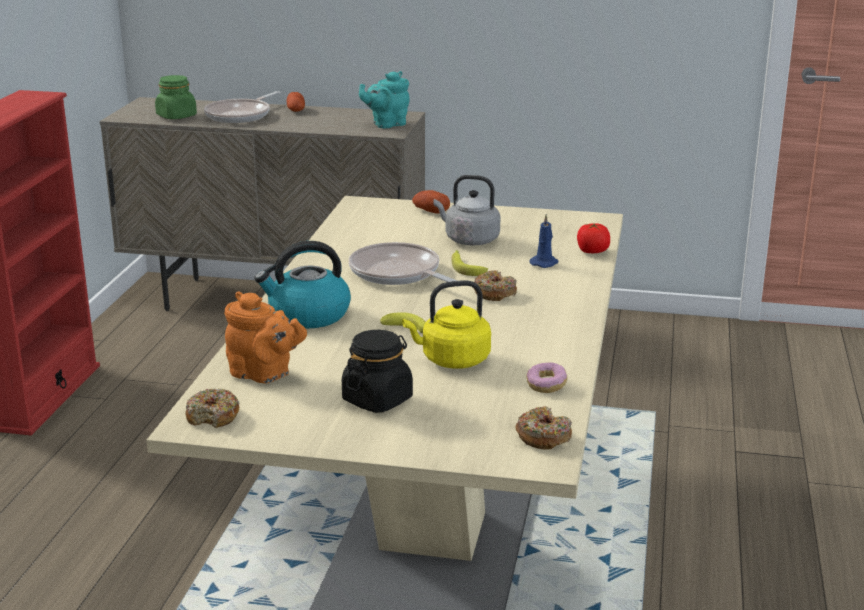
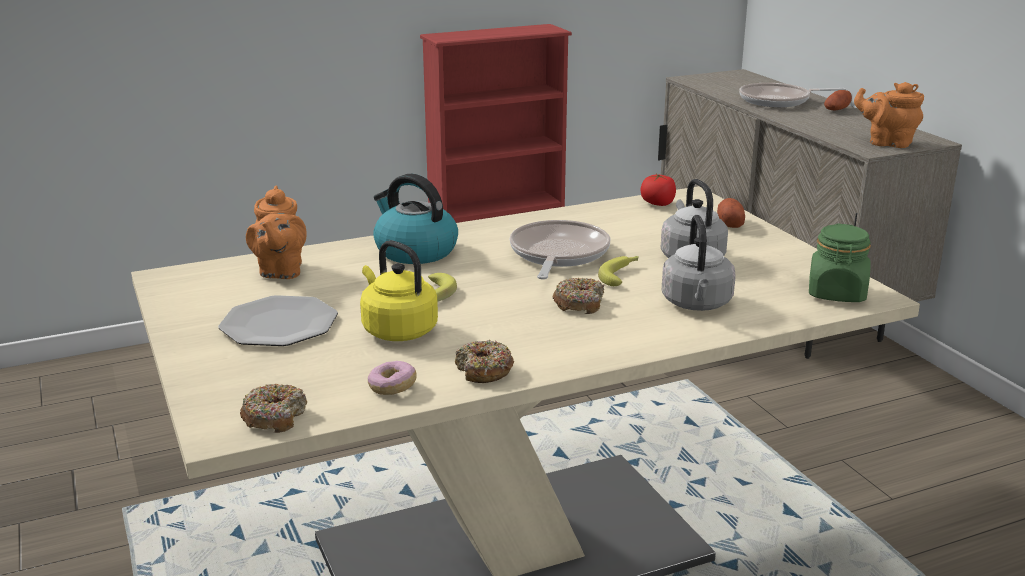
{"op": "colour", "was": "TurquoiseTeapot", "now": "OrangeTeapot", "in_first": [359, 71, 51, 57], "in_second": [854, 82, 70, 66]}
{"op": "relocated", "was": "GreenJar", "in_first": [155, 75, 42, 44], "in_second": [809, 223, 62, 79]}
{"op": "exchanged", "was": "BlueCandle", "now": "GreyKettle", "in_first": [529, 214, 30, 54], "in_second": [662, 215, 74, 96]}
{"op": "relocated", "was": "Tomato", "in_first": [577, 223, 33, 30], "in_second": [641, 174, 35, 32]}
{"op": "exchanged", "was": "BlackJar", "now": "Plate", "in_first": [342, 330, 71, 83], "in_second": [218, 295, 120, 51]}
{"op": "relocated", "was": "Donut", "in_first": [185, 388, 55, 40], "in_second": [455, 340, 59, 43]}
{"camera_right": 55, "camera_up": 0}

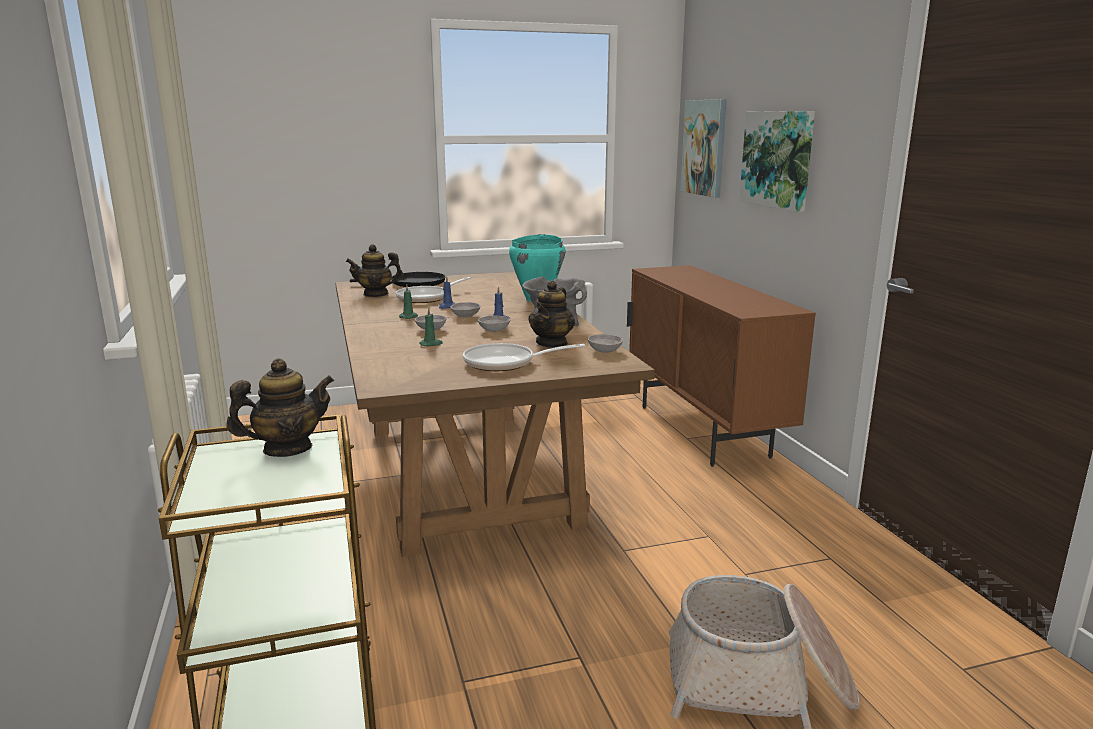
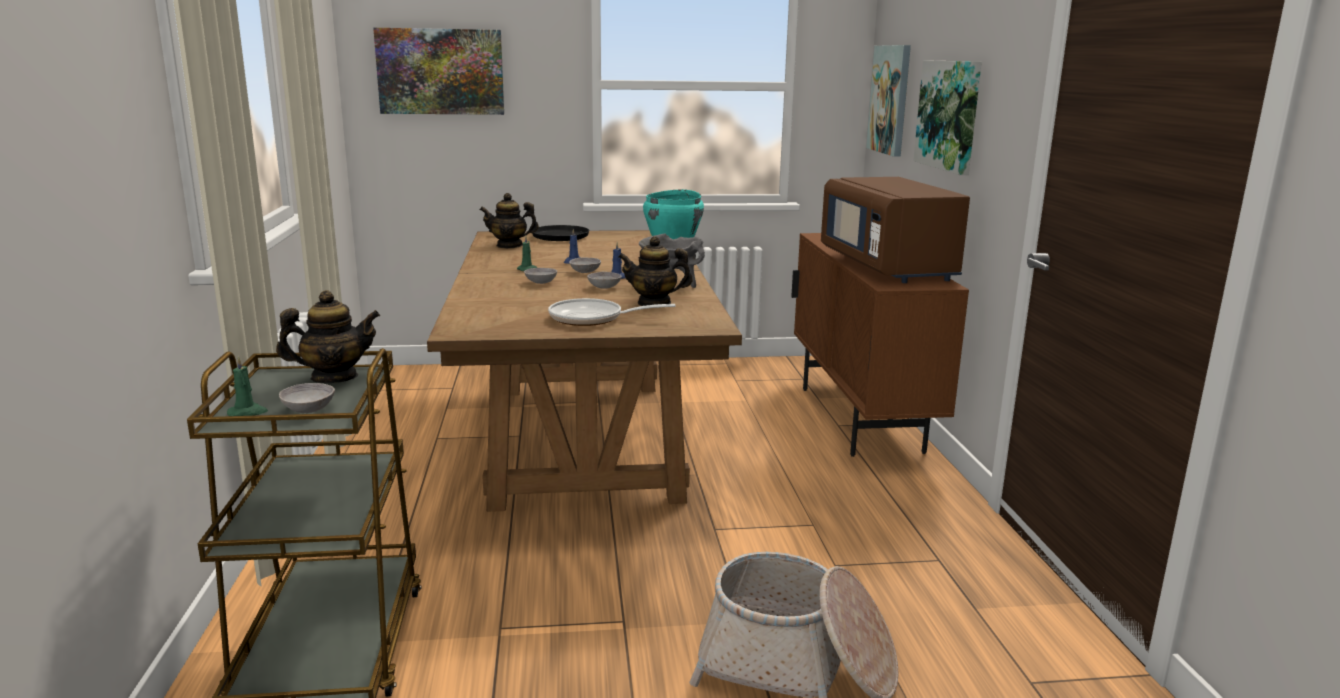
{"op": "missing", "was": "FryingPan", "in_first": [396, 277, 75, 26]}
{"op": "spun", "was": "Teapot", "in_first": [528, 280, 47, 68], "in_second": [618, 236, 75, 70], "clockwise": 60}
{"op": "relocated", "was": "GreenCandle", "in_first": [420, 307, 23, 39], "in_second": [227, 356, 41, 60]}
{"op": "relocated", "was": "GreyBowl", "in_first": [588, 334, 35, 19], "in_second": [279, 383, 56, 30]}
{"op": "appeared", "now": "Picture", "in_second": [373, 28, 131, 87]}
{"op": "appeared", "now": "BrownMicrowave", "in_second": [821, 177, 149, 106]}
{"camera_right": 10, "camera_up": 0}

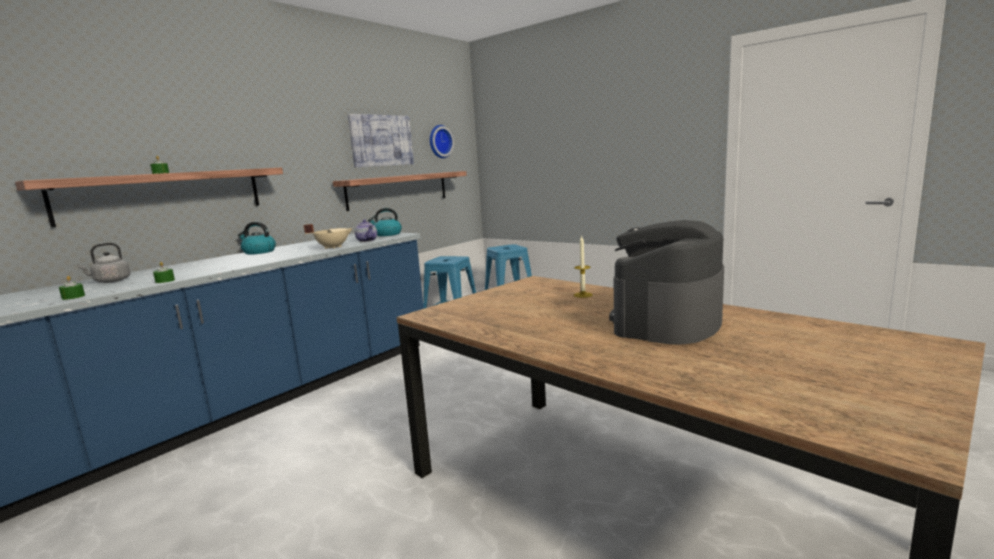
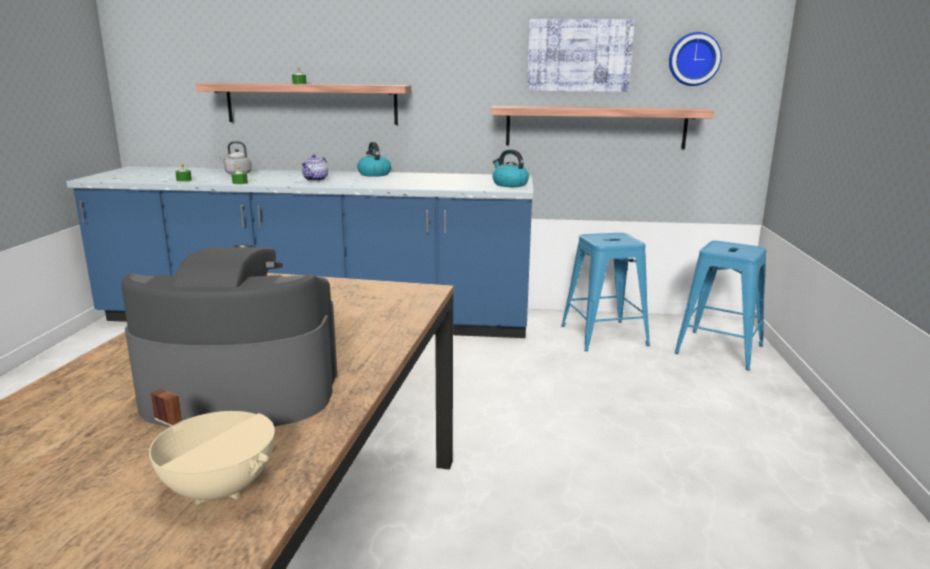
{"op": "relocated", "was": "Teapot", "in_first": [355, 220, 22, 22], "in_second": [301, 154, 27, 27]}
{"op": "relocated", "was": "BeigeCookingPot", "in_first": [304, 224, 49, 25], "in_second": [149, 389, 126, 116]}
{"op": "missing", "was": "Candle", "in_first": [574, 236, 19, 62]}
{"camera_right": 55, "camera_up": 5}

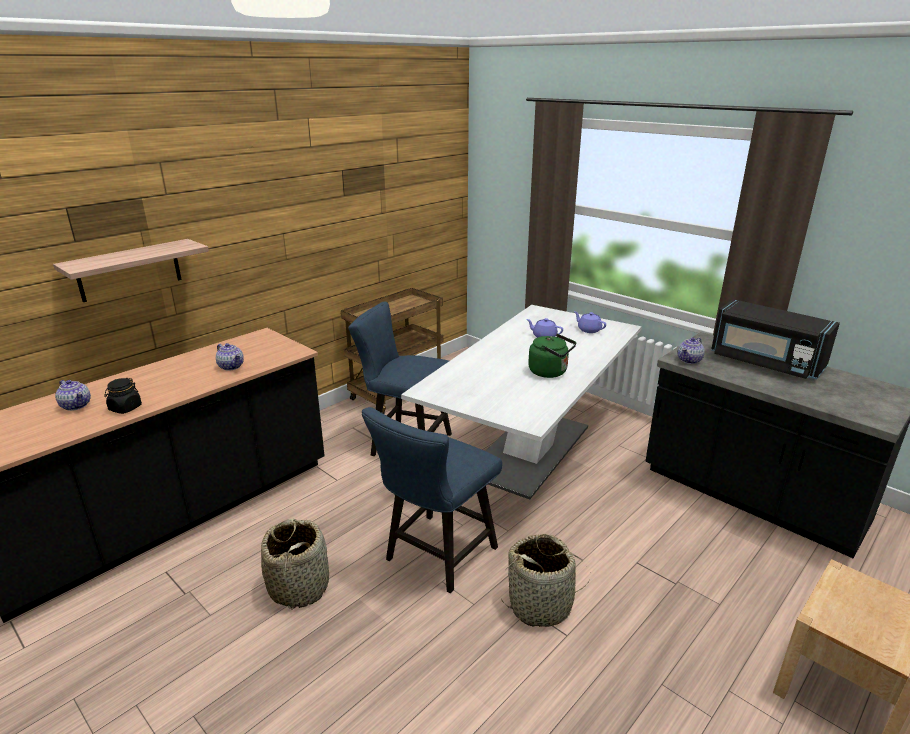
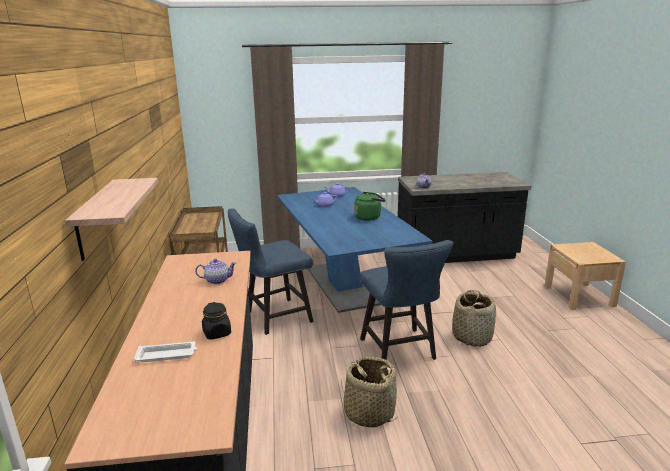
{"op": "missing", "was": "BlackMicrowave", "in_first": [711, 299, 129, 80]}
{"op": "colour", "was": "WhiteDiningTable", "now": "BlueDiningTable", "in_first": [401, 305, 241, 195], "in_second": [277, 187, 155, 126]}
{"op": "exchanged", "was": "Teapot", "now": "WhiteTray", "in_first": [55, 380, 36, 31], "in_second": [134, 341, 63, 21]}
{"camera_right": -50, "camera_up": -5}

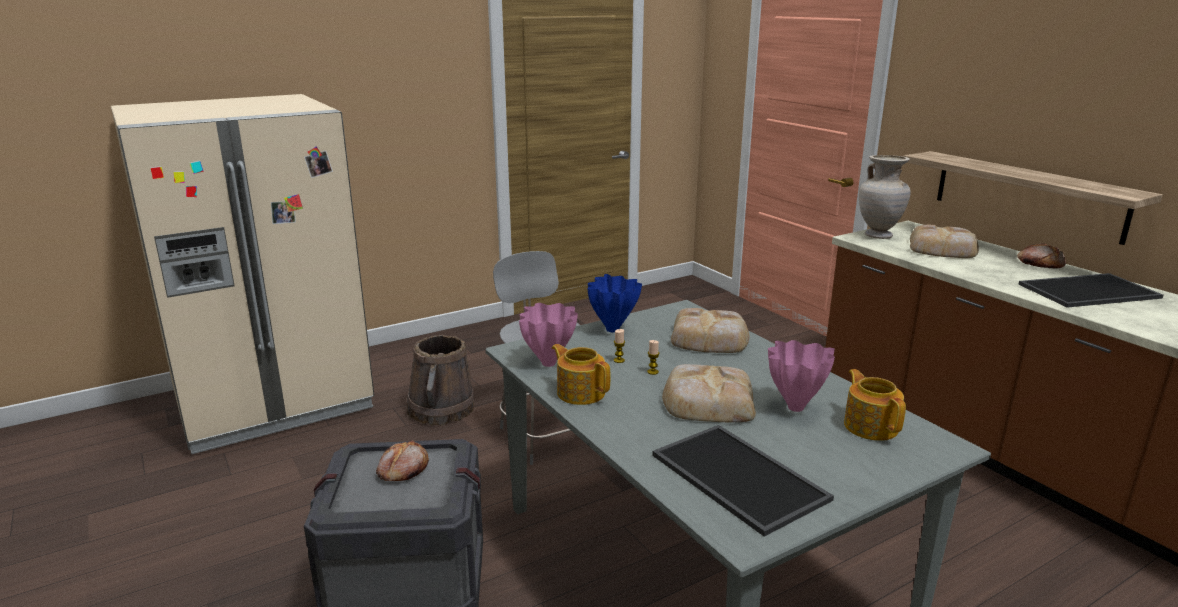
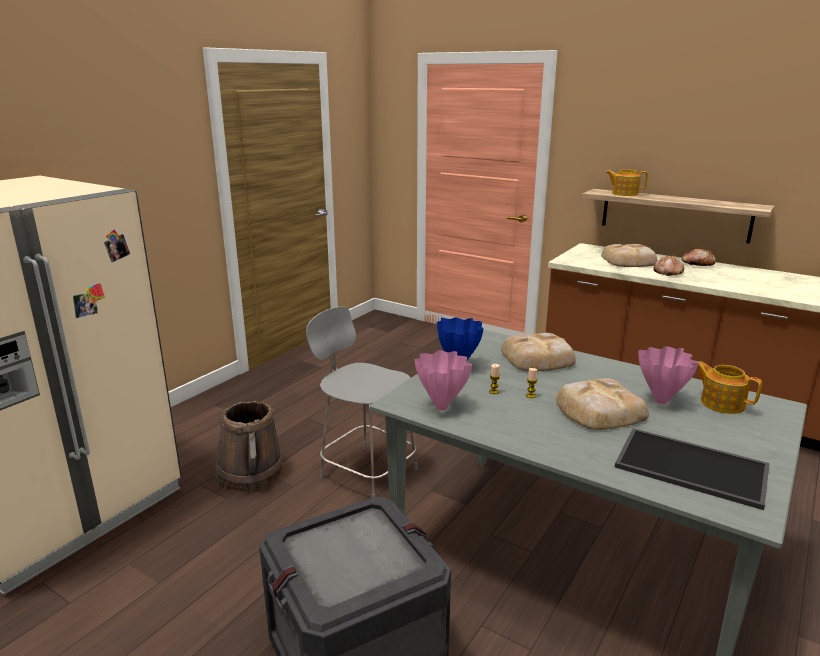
{"op": "missing", "was": "BeigeVase", "in_first": [859, 155, 52, 84]}
{"op": "missing", "was": "Tray", "in_first": [1018, 273, 145, 35]}
{"op": "relocated", "was": "Teapot", "in_first": [552, 344, 58, 61], "in_second": [606, 169, 42, 27]}
{"op": "relocated", "was": "Bread", "in_first": [376, 440, 53, 41], "in_second": [653, 255, 31, 21]}
{"camera_right": -25, "camera_up": 0}

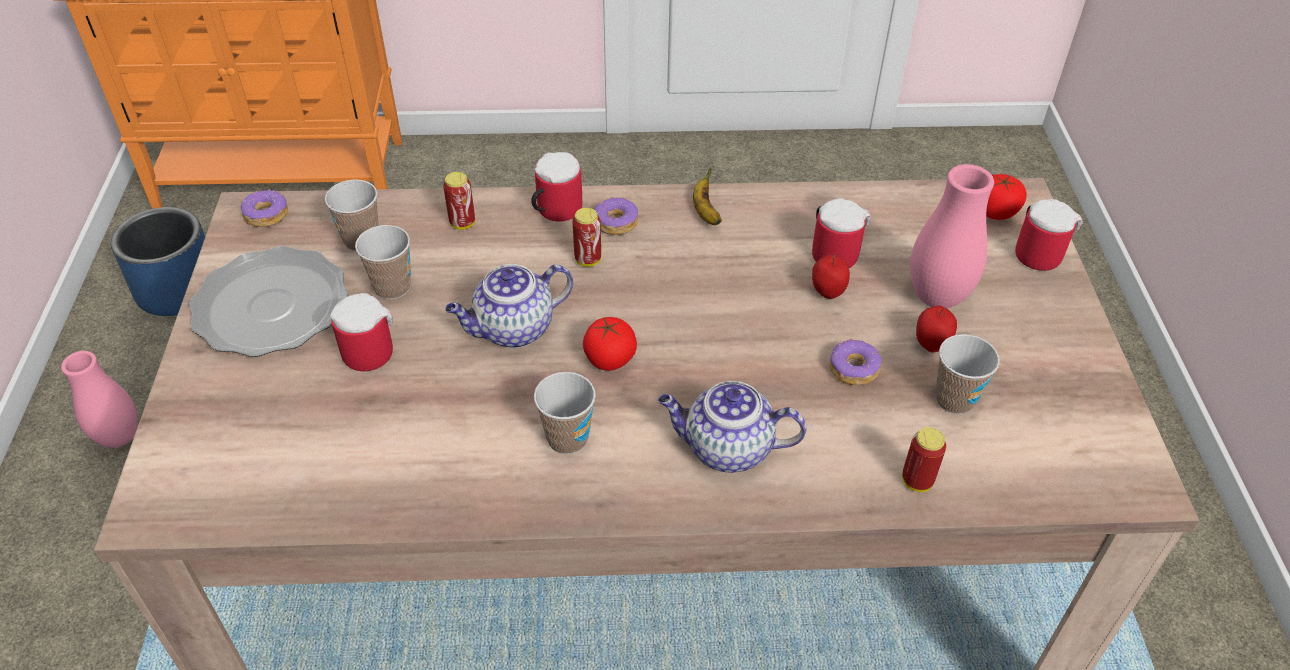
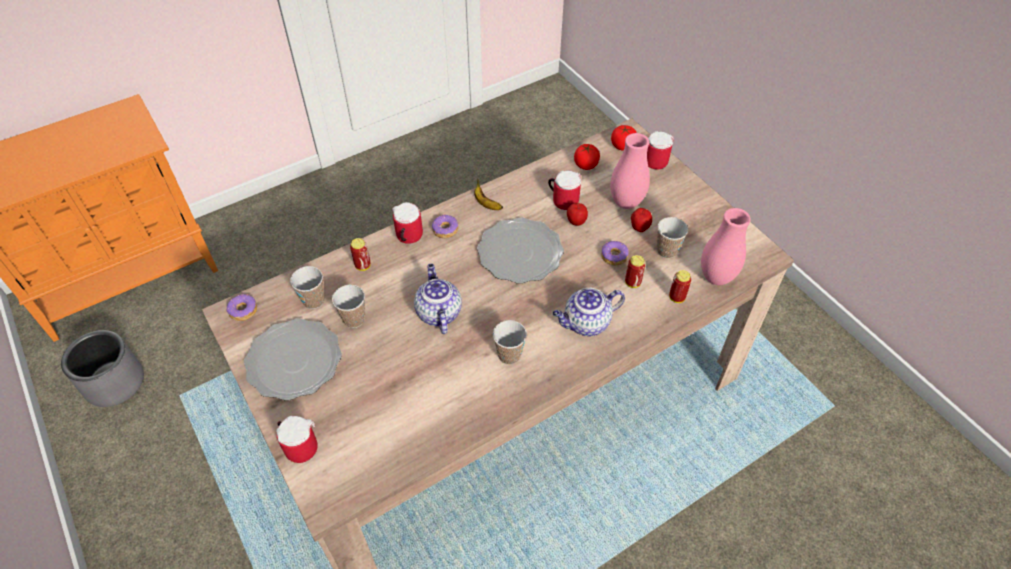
{"op": "colour", "was": "BluePlanter", "now": "GreyPlanter", "in_first": [111, 207, 94, 109], "in_second": [61, 330, 83, 77]}
{"op": "relocated", "was": "Can", "in_first": [572, 208, 29, 59], "in_second": [625, 255, 21, 33]}
{"op": "spun", "was": "Teapot", "in_first": [445, 264, 128, 84], "in_second": [414, 264, 48, 70], "clockwise": 135}
{"op": "relocated", "was": "Mug", "in_first": [330, 293, 63, 78], "in_second": [276, 416, 42, 47]}
{"op": "relocated", "was": "Tomato", "in_first": [583, 317, 54, 54], "in_second": [574, 144, 26, 26]}
{"op": "relocated", "was": "PinkVase", "in_first": [61, 351, 77, 97], "in_second": [701, 208, 50, 77]}
{"op": "appeared", "now": "Plate", "in_second": [477, 218, 87, 66]}
{"camera_right": -30, "camera_up": 5}

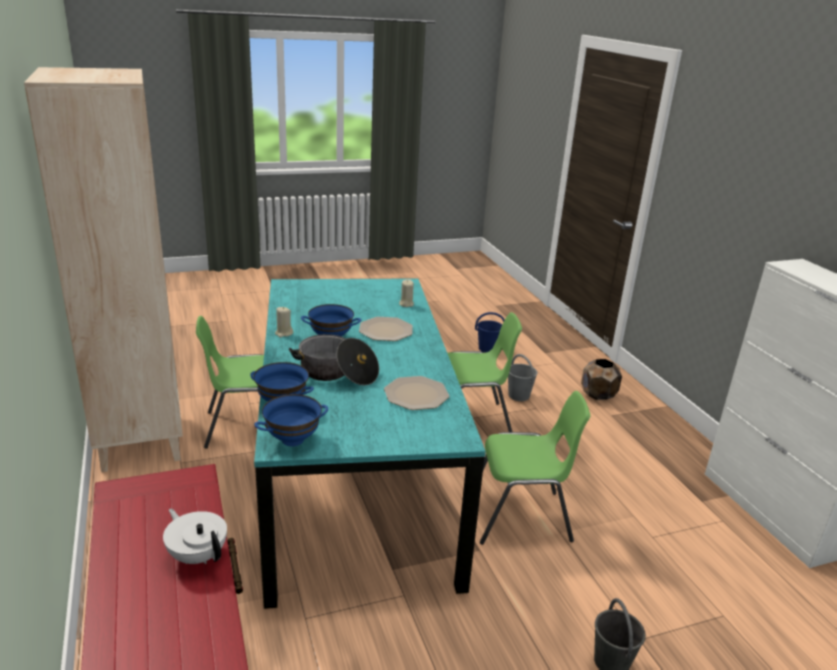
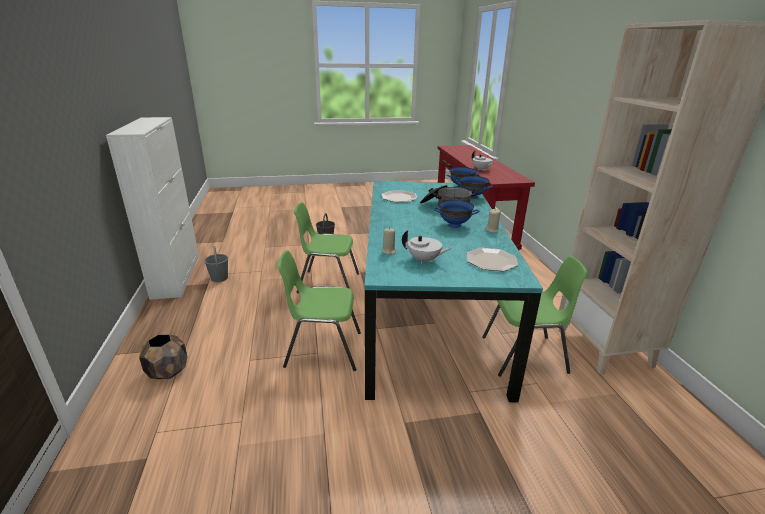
{"op": "missing", "was": "BlueBucket", "in_first": [475, 312, 30, 41]}
{"op": "relocated", "was": "Plate", "in_first": [359, 317, 54, 24], "in_second": [467, 248, 51, 23]}
{"op": "relocated", "was": "GreyBucket", "in_first": [508, 354, 29, 47], "in_second": [204, 246, 24, 36]}
{"op": "appeared", "now": "WhiteTeapot", "in_second": [402, 230, 50, 34]}
{"camera_right": -170, "camera_up": 0}

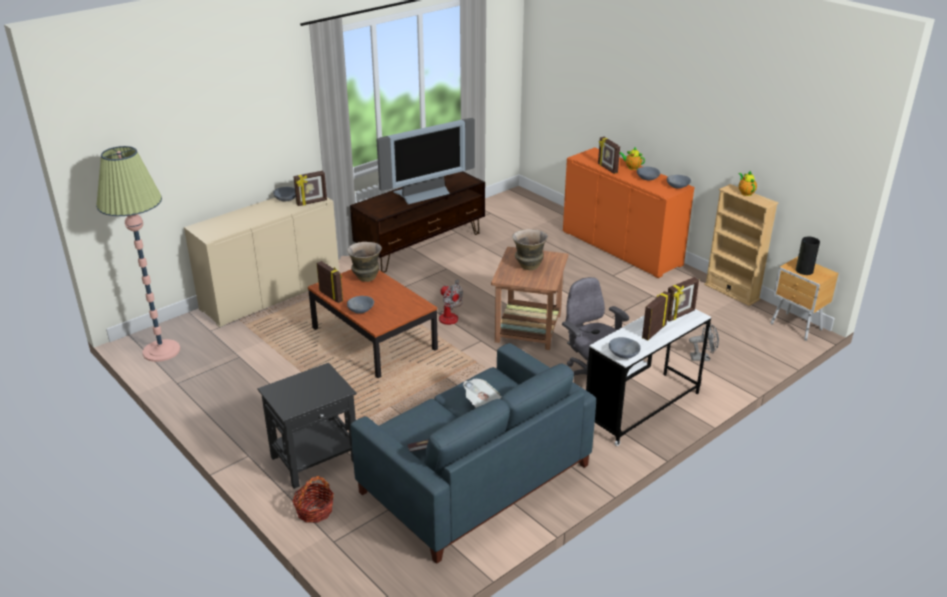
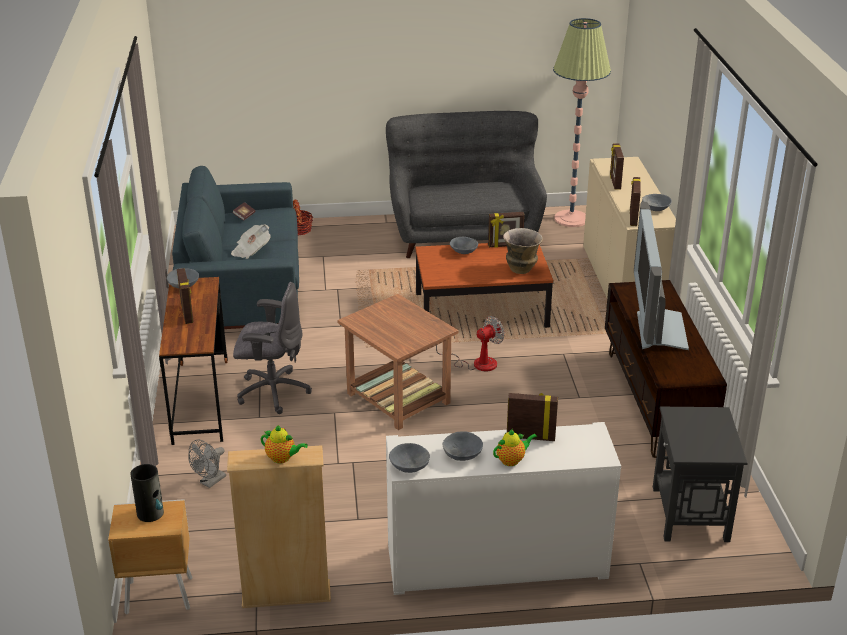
{"op": "colour", "was": "OrangeCabinet", "now": "WhiteCabinet", "in_first": [563, 147, 132, 131], "in_second": [386, 422, 235, 173]}
{"op": "missing", "was": "Vase", "in_first": [512, 229, 36, 41]}
{"op": "relocated", "was": "PictureFrame", "in_first": [667, 277, 32, 44], "in_second": [610, 143, 14, 47]}
{"op": "spun", "was": "Fan", "in_first": [439, 279, 24, 46], "in_second": [436, 316, 69, 55], "clockwise": 150}
{"op": "colour", "was": "WhiteDesk", "now": "BrownDesk", "in_first": [586, 309, 125, 137], "in_second": [159, 277, 69, 168]}
{"op": "relocated", "was": "BlackSideTable", "in_first": [257, 363, 100, 126], "in_second": [653, 407, 95, 135]}
{"op": "appeared", "now": "GreySofa", "in_second": [386, 111, 161, 147]}
{"camera_right": 125, "camera_up": 0}

